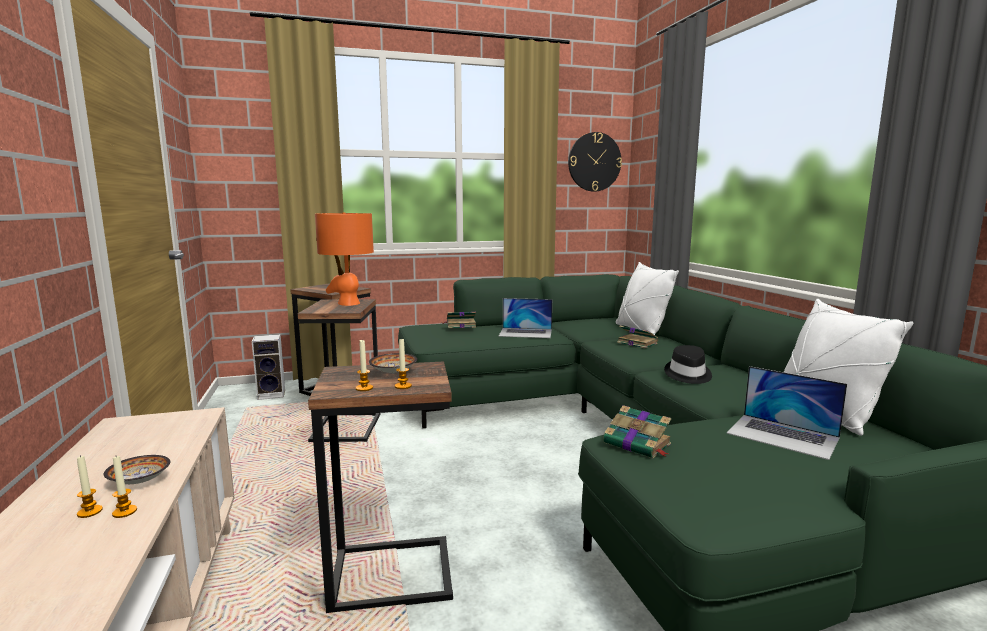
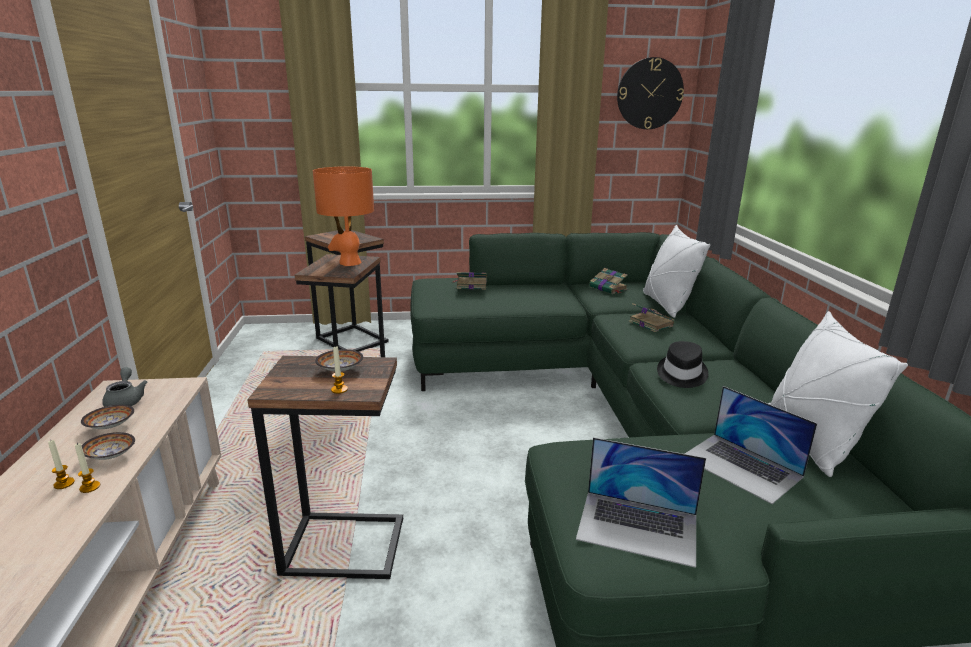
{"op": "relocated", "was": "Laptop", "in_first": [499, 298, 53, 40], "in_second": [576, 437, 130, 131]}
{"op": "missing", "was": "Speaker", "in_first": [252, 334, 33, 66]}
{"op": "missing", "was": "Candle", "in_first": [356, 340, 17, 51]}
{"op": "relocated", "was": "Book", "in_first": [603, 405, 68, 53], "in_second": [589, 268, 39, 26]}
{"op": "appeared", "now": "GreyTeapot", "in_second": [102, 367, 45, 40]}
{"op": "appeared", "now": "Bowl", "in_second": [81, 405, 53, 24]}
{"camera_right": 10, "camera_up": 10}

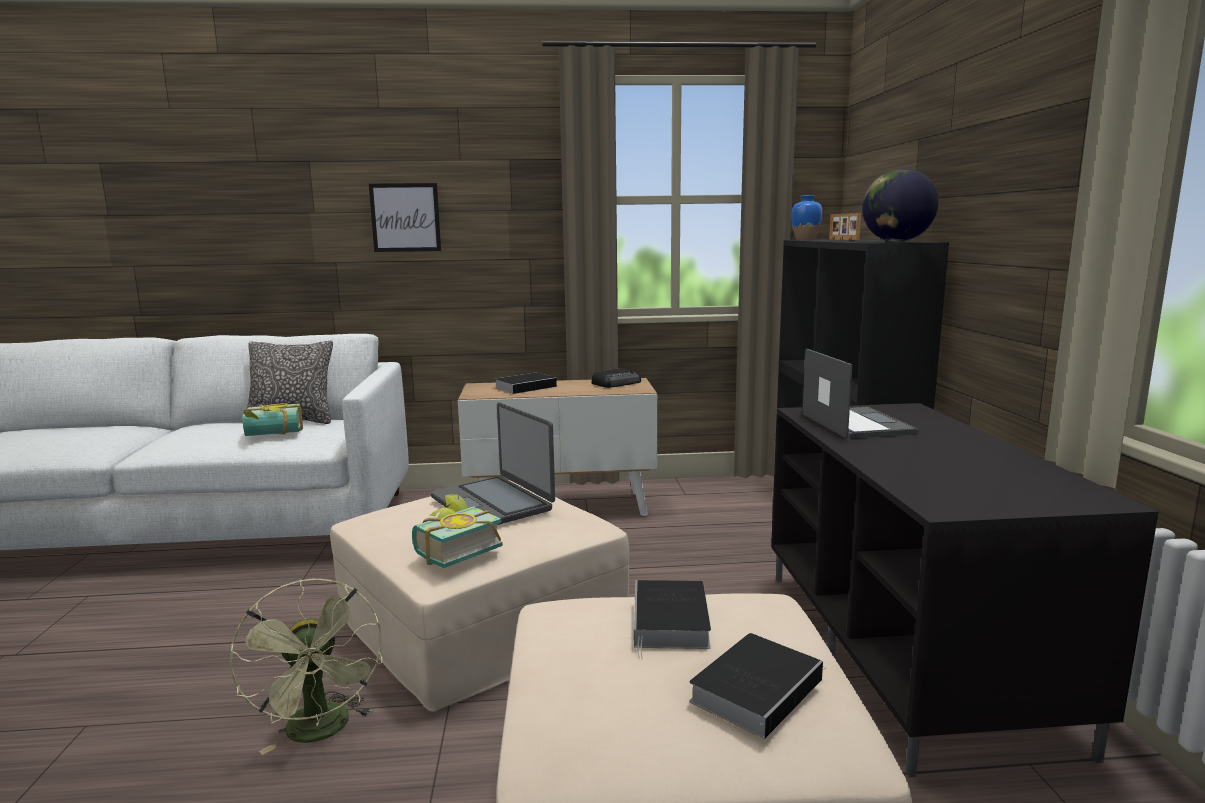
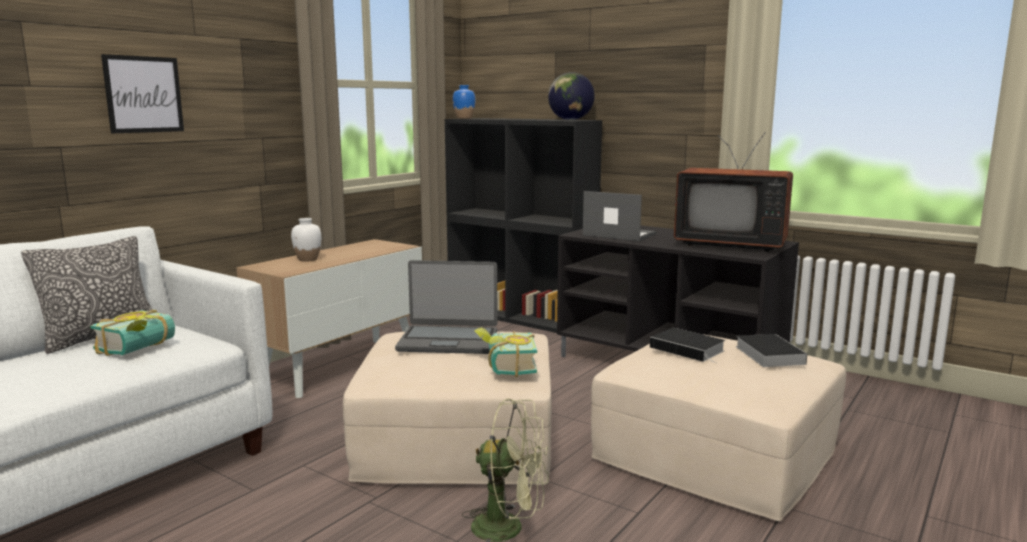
{"op": "missing", "was": "PictureFrame", "in_first": [829, 213, 32, 27]}
{"op": "missing", "was": "Radio", "in_first": [592, 368, 49, 20]}
{"op": "exchanged", "was": "Book", "now": "WhiteVase", "in_first": [495, 373, 62, 21], "in_second": [291, 218, 30, 44]}
{"op": "appeared", "now": "Television", "in_second": [674, 132, 119, 120]}
{"camera_right": -50, "camera_up": 0}

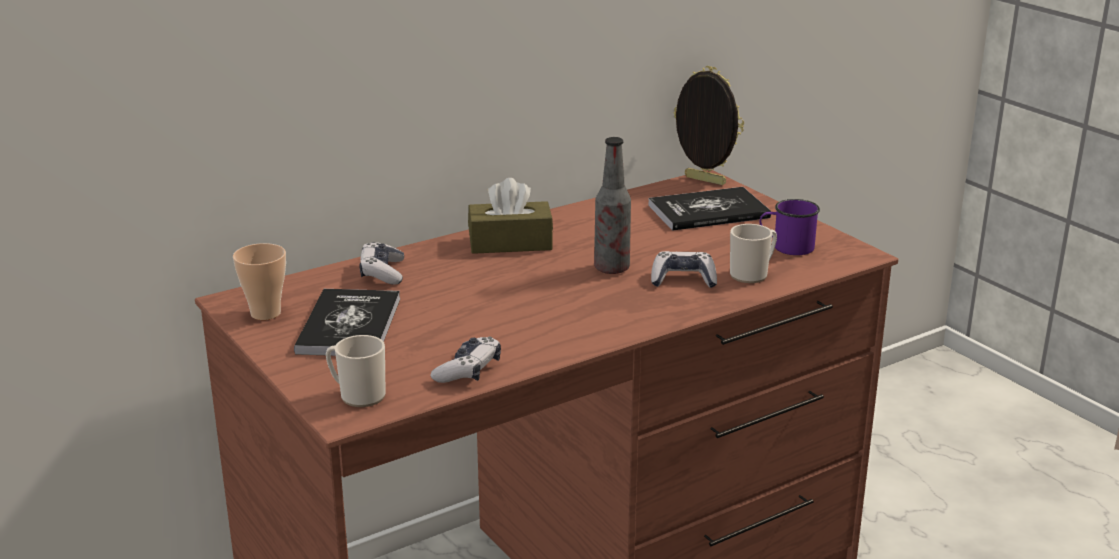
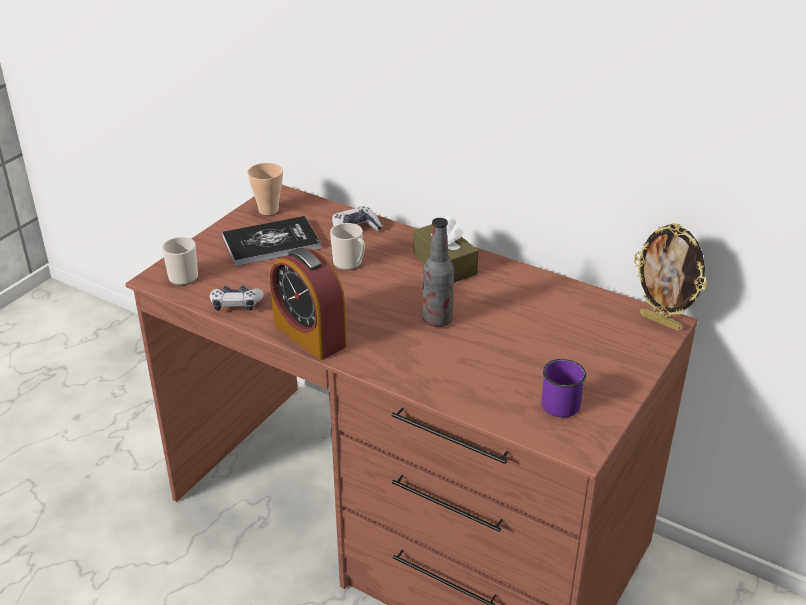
{"op": "spun", "was": "PictureFrame", "in_first": [674, 66, 70, 119], "in_second": [634, 223, 73, 108], "clockwise": 120}
{"op": "missing", "was": "Book", "in_first": [648, 187, 123, 44]}
{"op": "relocated", "was": "Mug", "in_first": [730, 224, 47, 59], "in_second": [330, 223, 35, 47]}
{"op": "missing", "was": "GameController", "in_first": [651, 251, 66, 37]}
{"op": "appeared", "now": "AlarmClock", "in_second": [270, 248, 77, 112]}
{"camera_right": 65, "camera_up": 10}

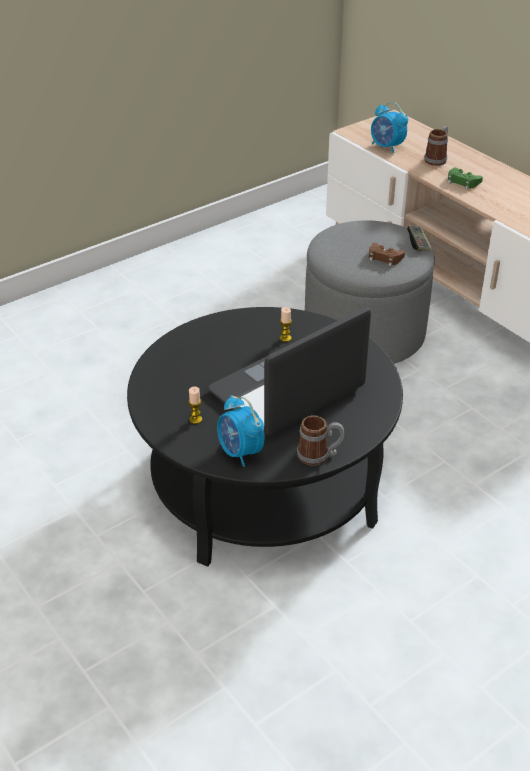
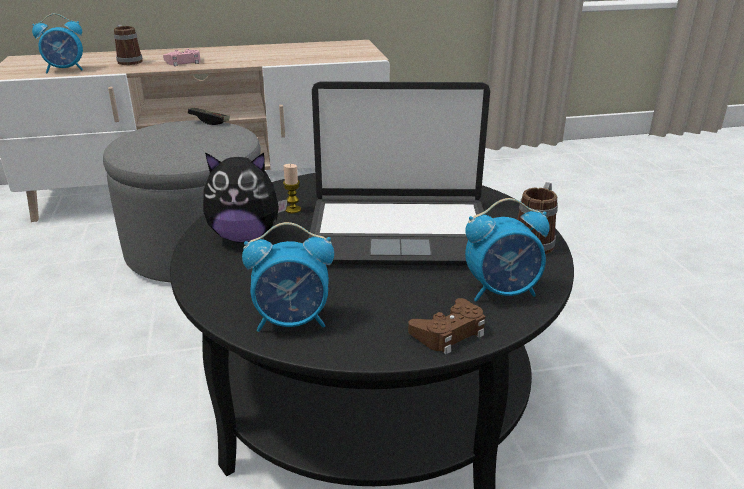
{"op": "colour", "was": "GreenGameController", "now": "PinkGameController", "in_first": [448, 168, 35, 21], "in_second": [163, 49, 38, 17]}
{"op": "relocated", "was": "BrownGameController", "in_first": [369, 243, 36, 24], "in_second": [408, 298, 77, 56]}
{"op": "spun", "was": "Laptop", "in_first": [208, 307, 163, 129], "in_second": [309, 81, 181, 185], "clockwise": -75}
{"op": "missing", "was": "Candle", "in_first": [188, 387, 14, 37]}
{"op": "appeared", "now": "PlushToy", "in_second": [203, 152, 85, 91]}
{"op": "appeared", "now": "AlarmClock", "in_second": [242, 222, 92, 110]}
{"camera_right": -65, "camera_up": -10}

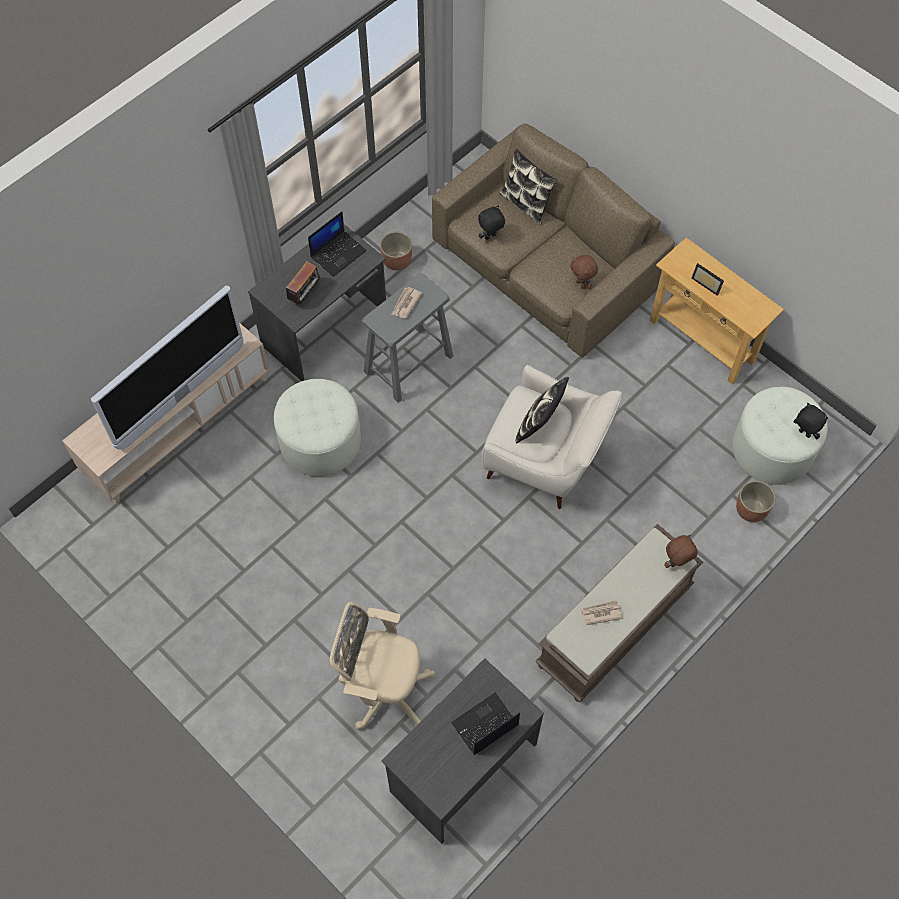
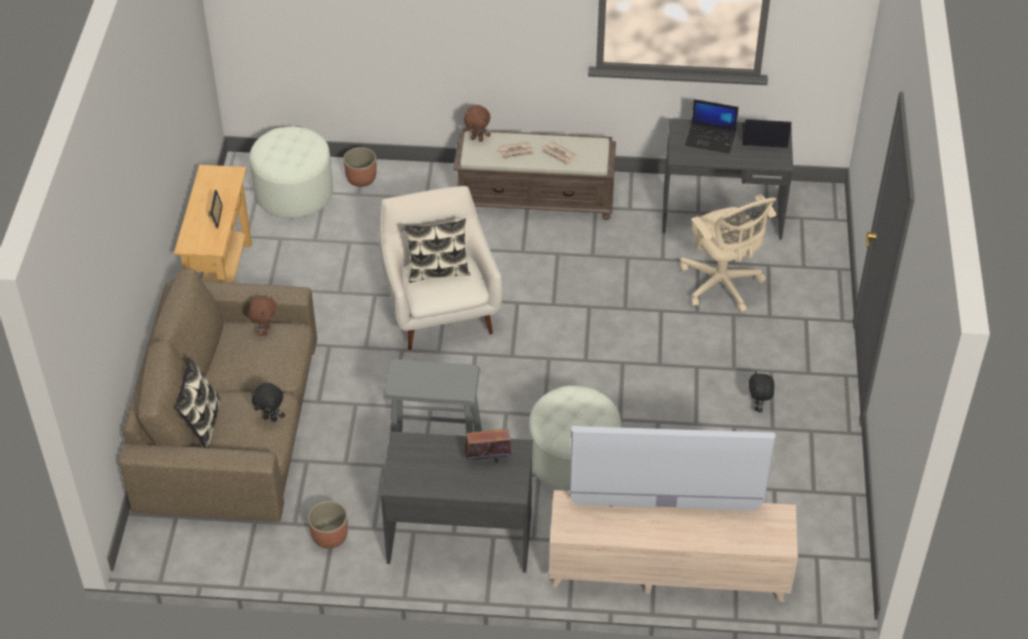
{"op": "relocated", "was": "Laptop", "in_first": [308, 212, 59, 65], "in_second": [742, 119, 50, 29]}
{"op": "relocated", "was": "Newspaper", "in_first": [391, 287, 31, 32], "in_second": [498, 142, 36, 17]}
{"op": "relocated", "was": "BlackPlushToy", "in_first": [793, 403, 35, 36], "in_second": [749, 371, 25, 42]}
{"camera_right": -130, "camera_up": -15}

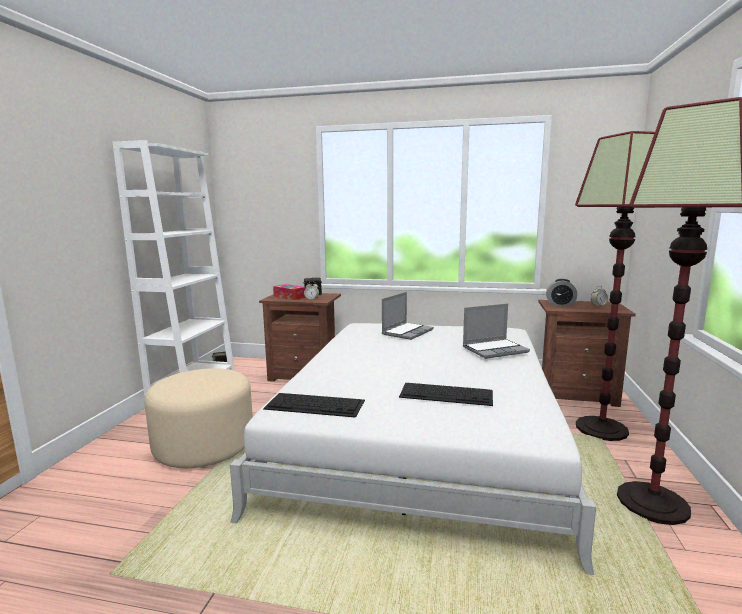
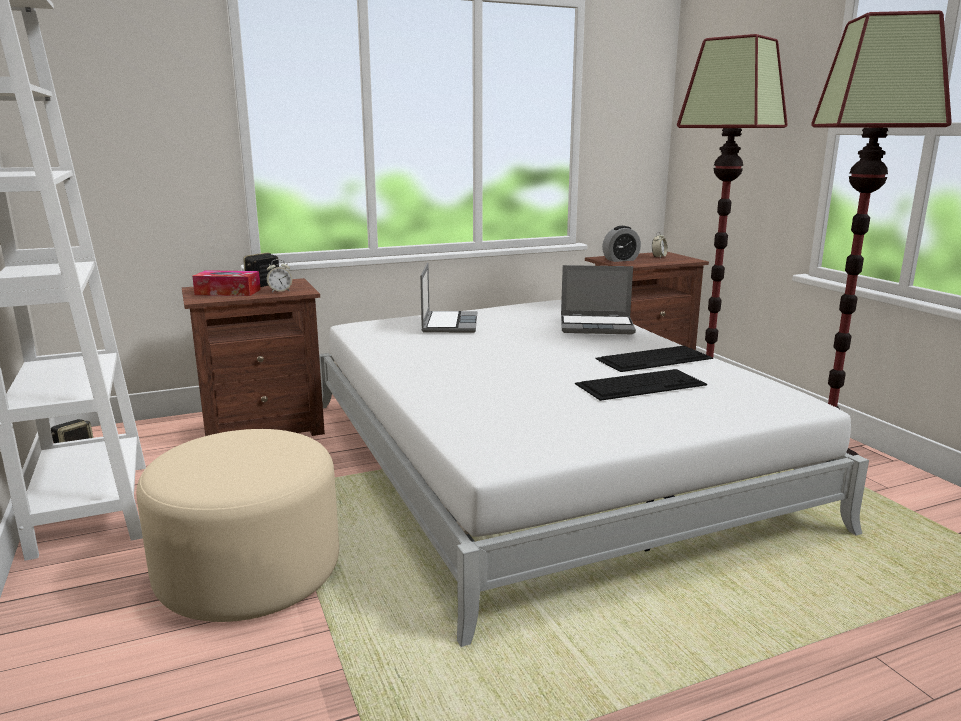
{"op": "spun", "was": "Laptop", "in_first": [463, 304, 67, 55], "in_second": [561, 265, 75, 69], "clockwise": 60}
{"op": "relocated", "was": "Keyboard", "in_first": [263, 393, 102, 25], "in_second": [595, 346, 118, 26]}
{"camera_right": -35, "camera_up": 5}

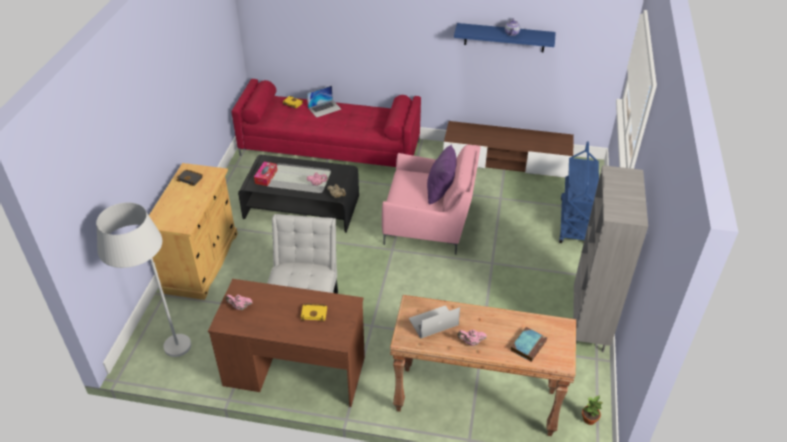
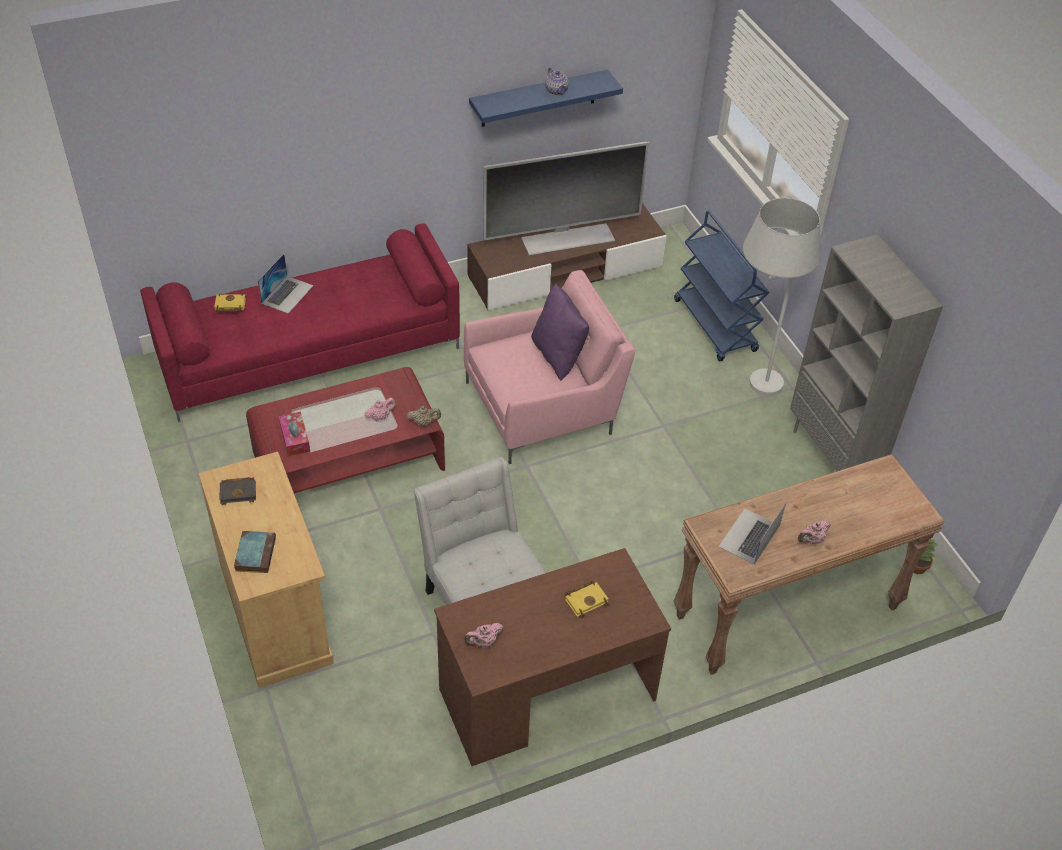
{"op": "colour", "was": "BlackCoffeeTable", "now": "RedCoffeeTable", "in_first": [238, 155, 121, 78], "in_second": [246, 367, 199, 126]}
{"op": "relocated", "was": "WhiteFloorLamp", "in_first": [96, 202, 95, 155], "in_second": [743, 198, 78, 198]}
{"op": "relocated", "was": "Book", "in_first": [511, 327, 36, 35], "in_second": [234, 531, 42, 42]}
{"op": "appeared", "now": "Television", "in_second": [483, 141, 166, 114]}
{"camera_right": -35, "camera_up": 5}

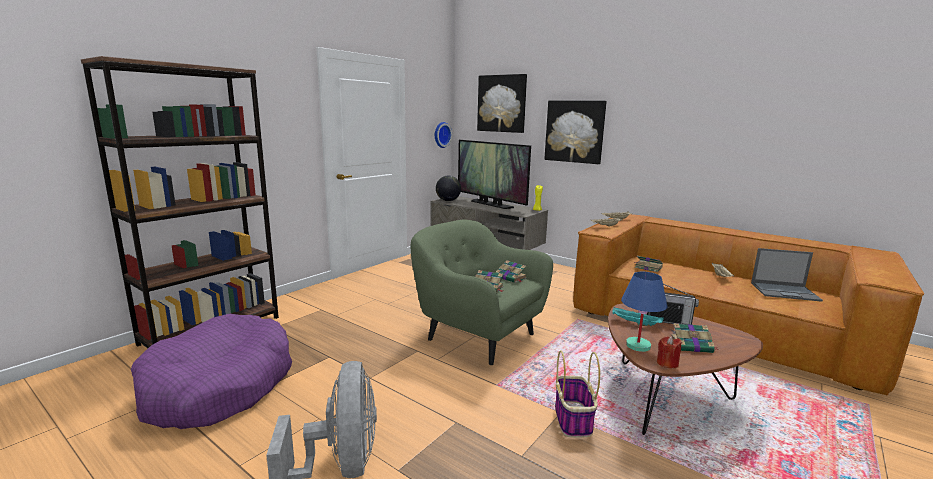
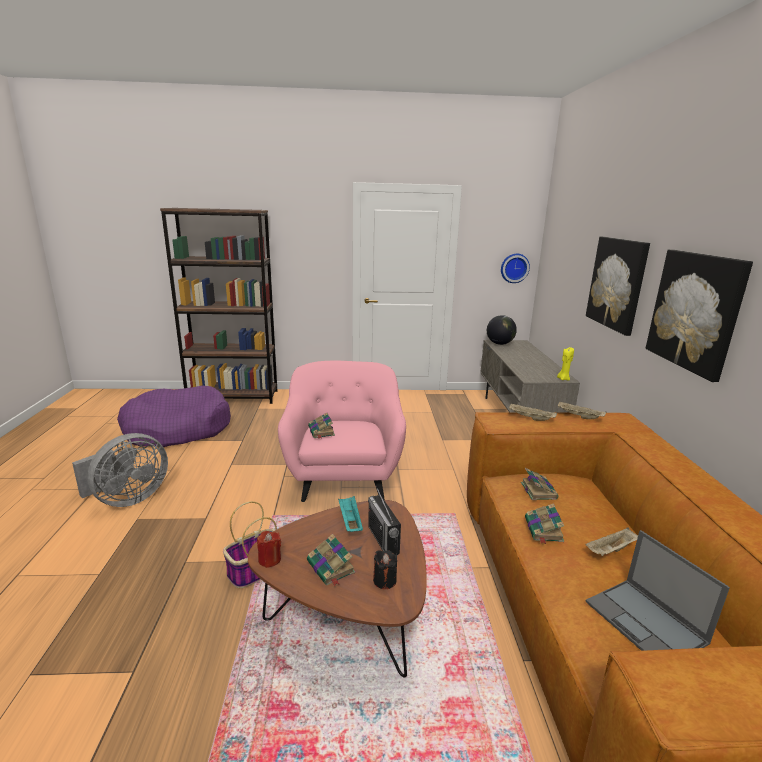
{"op": "relocated", "was": "Picture", "in_first": [477, 74, 50, 59], "in_second": [646, 250, 107, 132]}
{"op": "missing", "was": "Television", "in_first": [458, 140, 73, 69]}
{"op": "colour", "was": "GreenArmchair", "now": "PinkArmchair", "in_first": [411, 220, 142, 145], "in_second": [278, 361, 128, 141]}
{"op": "relocated", "was": "Book", "in_first": [496, 260, 31, 23], "in_second": [525, 503, 39, 41]}
{"op": "missing", "was": "BlueTableLamp", "in_first": [621, 272, 46, 80]}
{"op": "appeared", "now": "BlackCandle", "in_second": [373, 550, 24, 39]}
{"camera_right": 50, "camera_up": 5}

